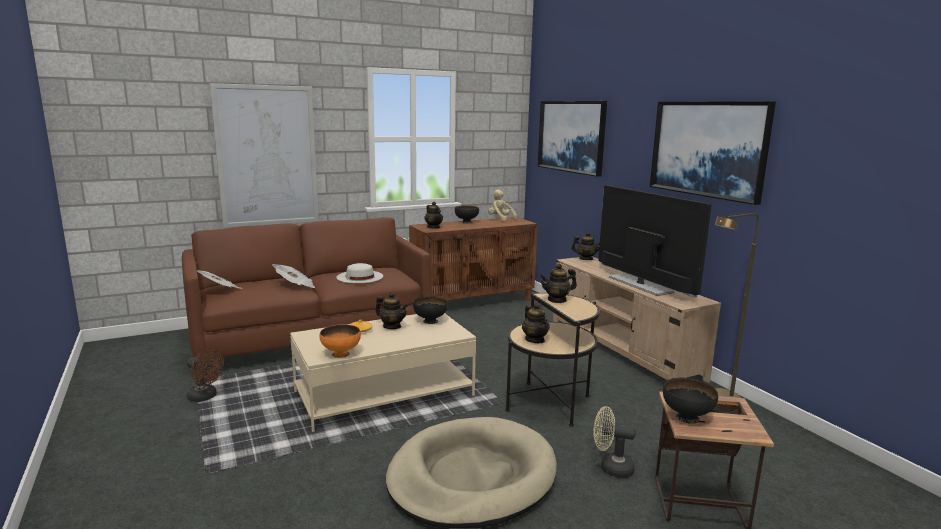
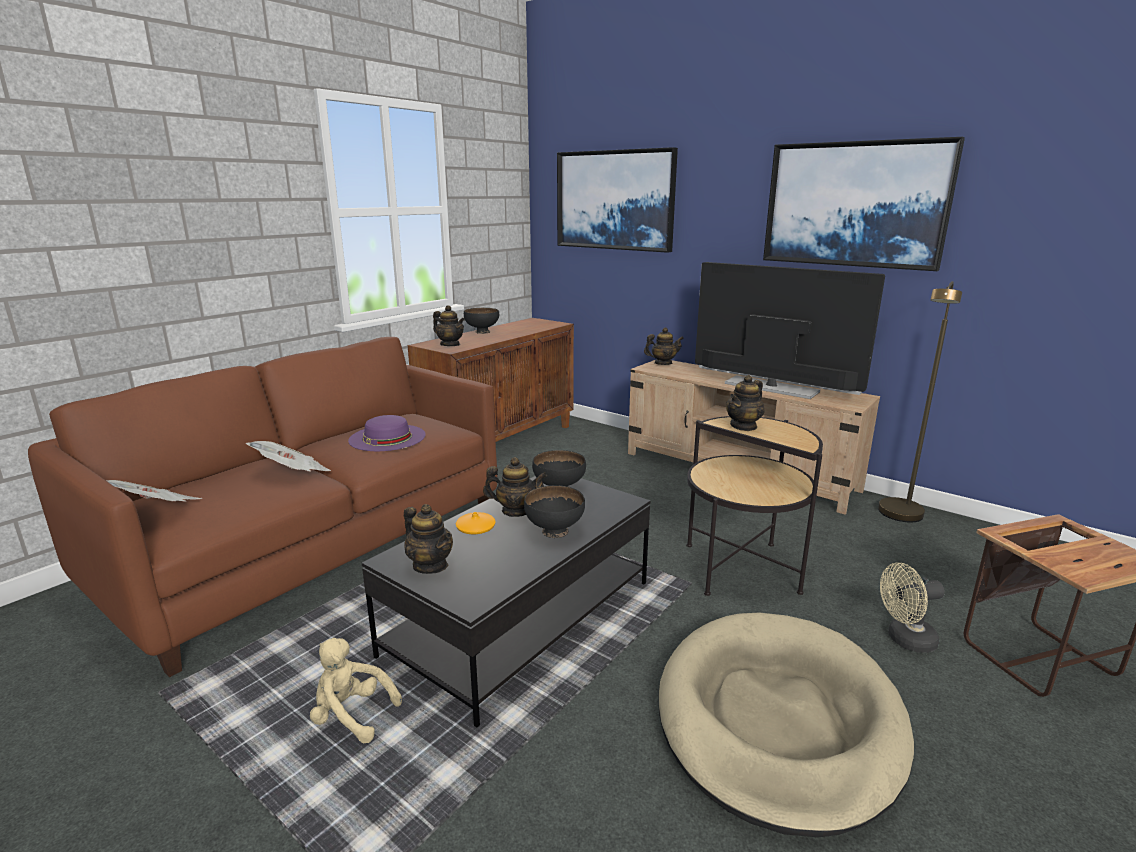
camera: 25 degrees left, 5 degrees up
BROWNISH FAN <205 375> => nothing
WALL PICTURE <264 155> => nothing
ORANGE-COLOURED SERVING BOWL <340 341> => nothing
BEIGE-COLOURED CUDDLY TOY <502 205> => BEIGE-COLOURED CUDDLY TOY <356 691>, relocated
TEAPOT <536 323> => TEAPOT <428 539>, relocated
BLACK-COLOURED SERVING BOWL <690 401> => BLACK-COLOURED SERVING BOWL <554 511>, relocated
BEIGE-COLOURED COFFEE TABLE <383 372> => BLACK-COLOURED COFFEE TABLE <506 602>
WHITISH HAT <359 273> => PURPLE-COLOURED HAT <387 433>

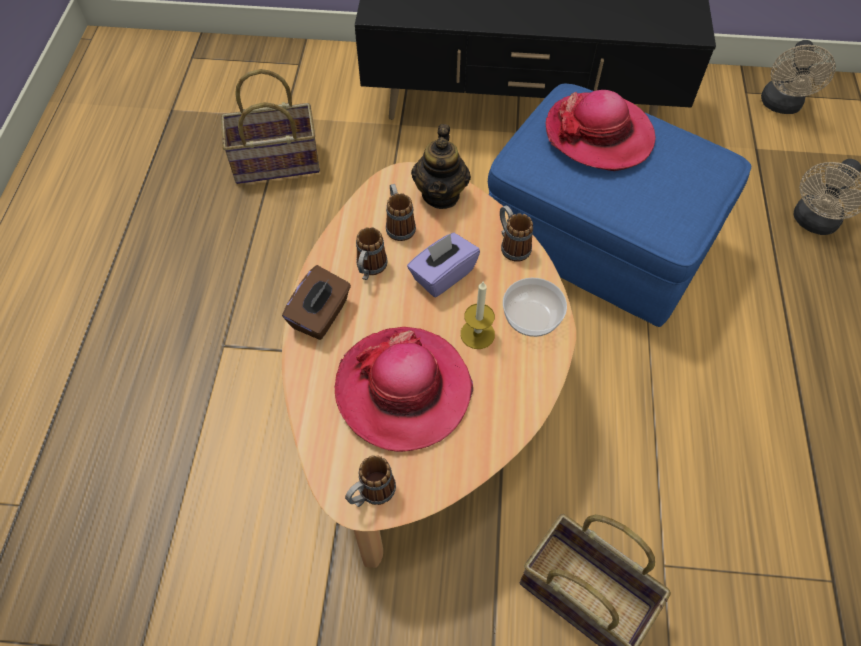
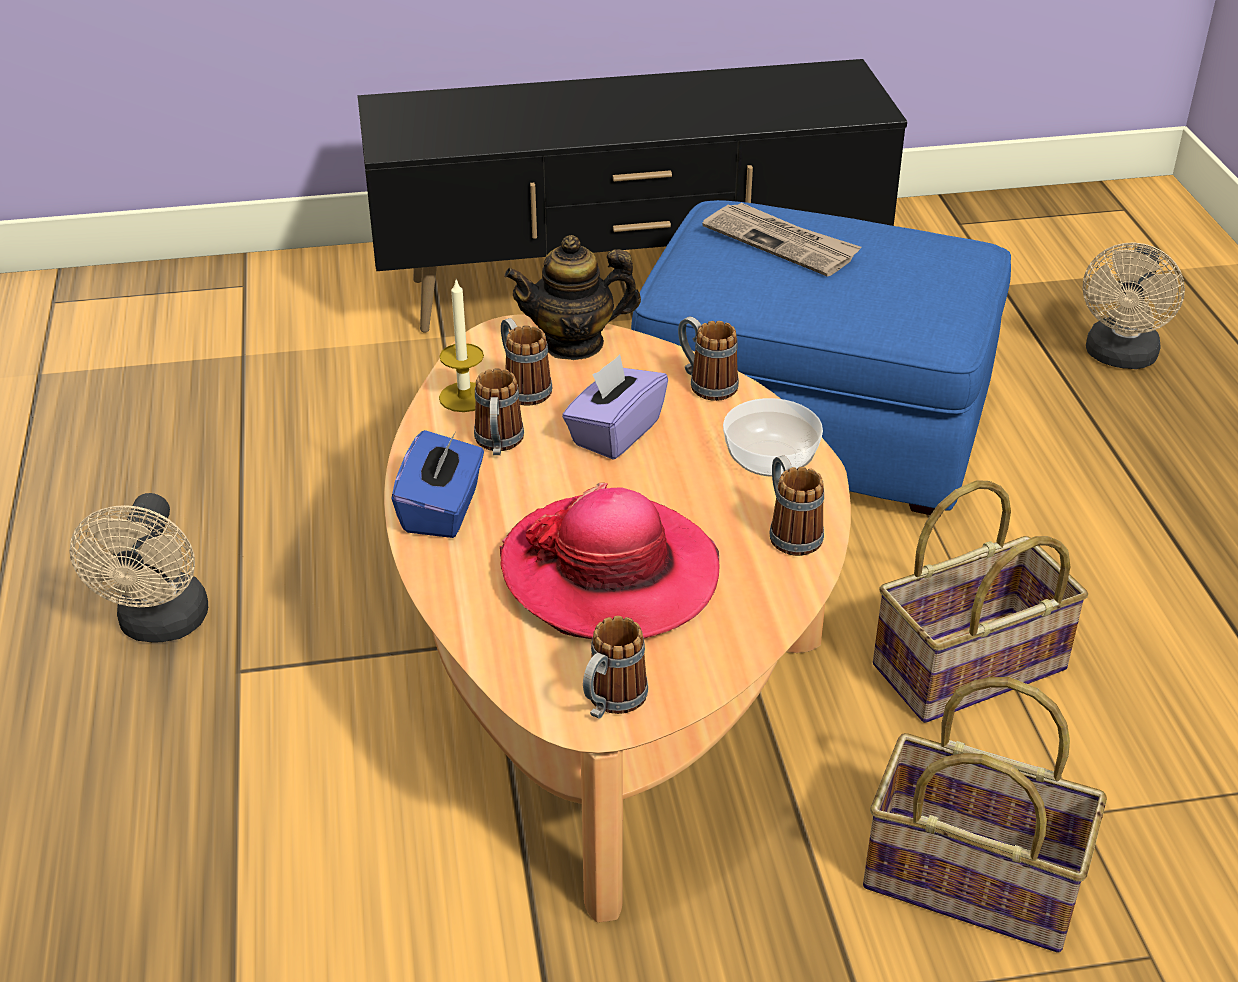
camera: 15 degrees left, 20 degrees down
nothing => TEA MUG <796 505>
HOUSEHOLD BASKET <270 126> => HOUSEHOLD BASKET <980 601>, relocated
WAX LIGHT <478 315> => WAX LIGHT <461 345>, relocated
BEIGE-COLOURED FAN <798 77> => BEIGE-COLOURED FAN <138 568>, relocated
HAT <601 130> => PRINTED PAPER <781 239>
BROWNISH BOX OF TISSUES <316 302> => BLUISH BOX OF TISSUES <437 484>
TEAPOT <441 166> => TEAPOT <572 297>, 90 degrees clockwise

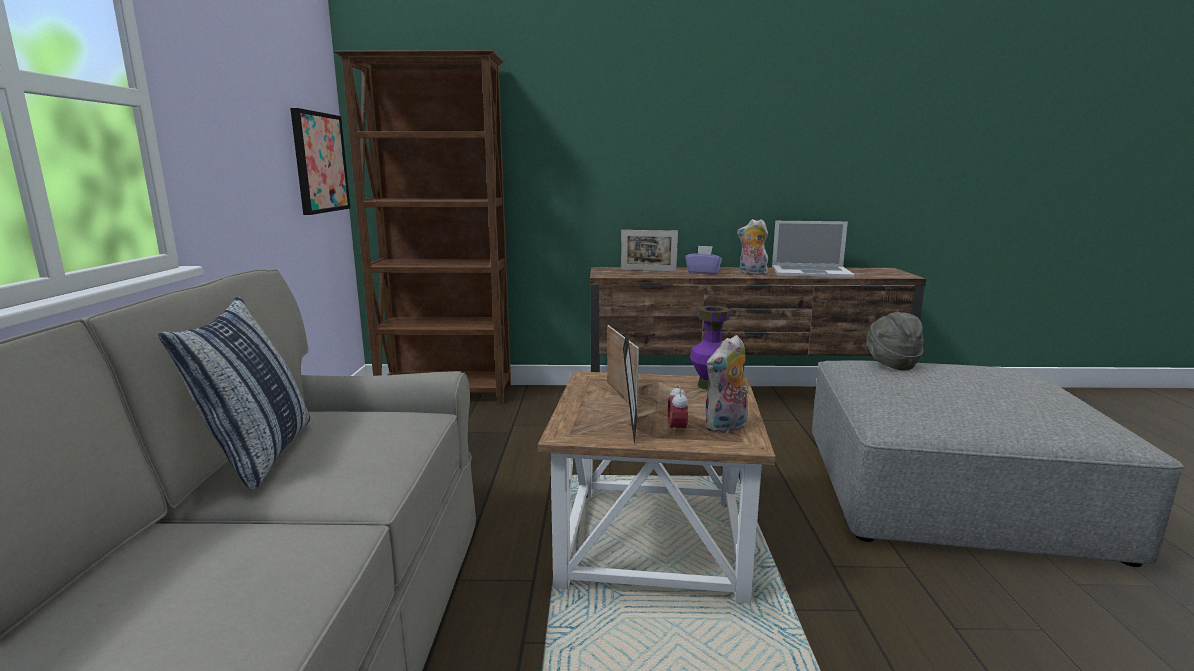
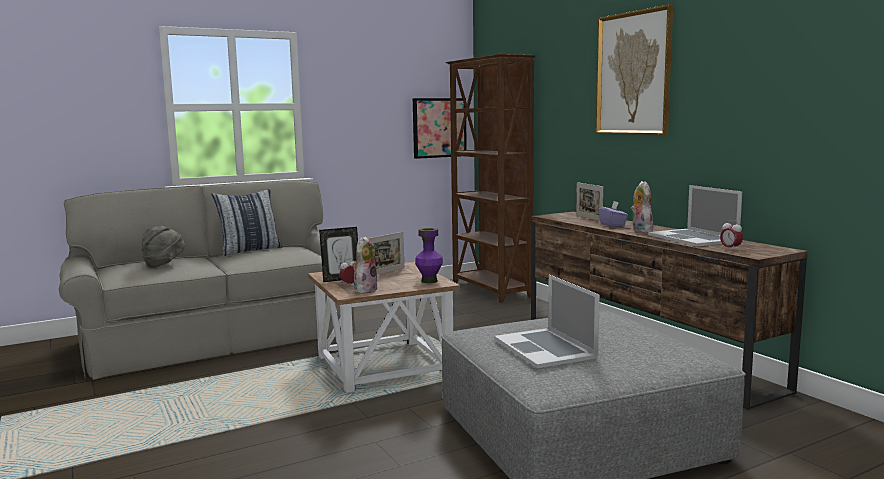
camera: 60 degrees right, 5 degrees down
nothing => NOTEBOOK COMPUTER <547 321>
nothing => WALL PICTURE <634 69>
nothing => ALARM CLOCK <731 235>
GRAY HAT <894 341> => GRAY HAT <163 247>, relocated
CUDDLY TOY <726 384> => CUDDLY TOY <365 265>, 90 degrees clockwise

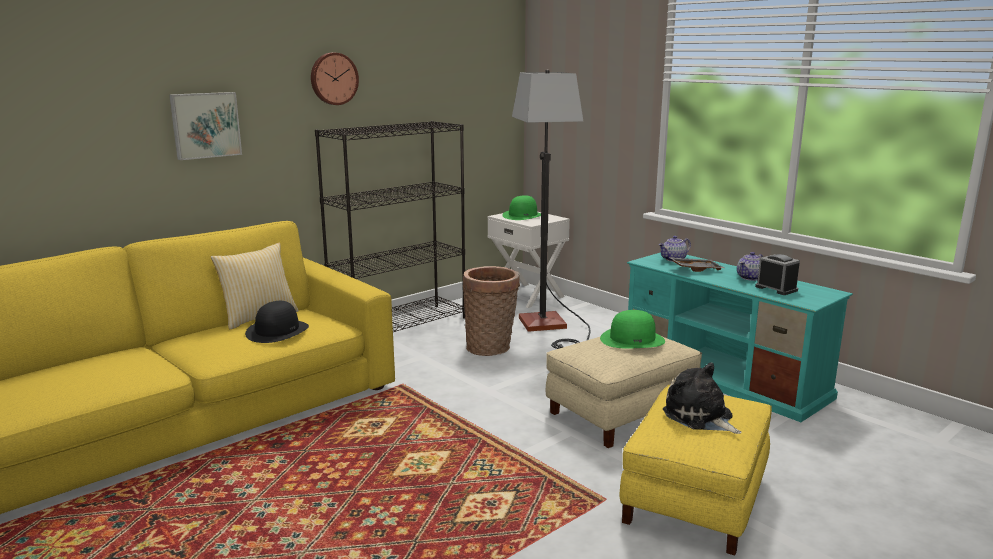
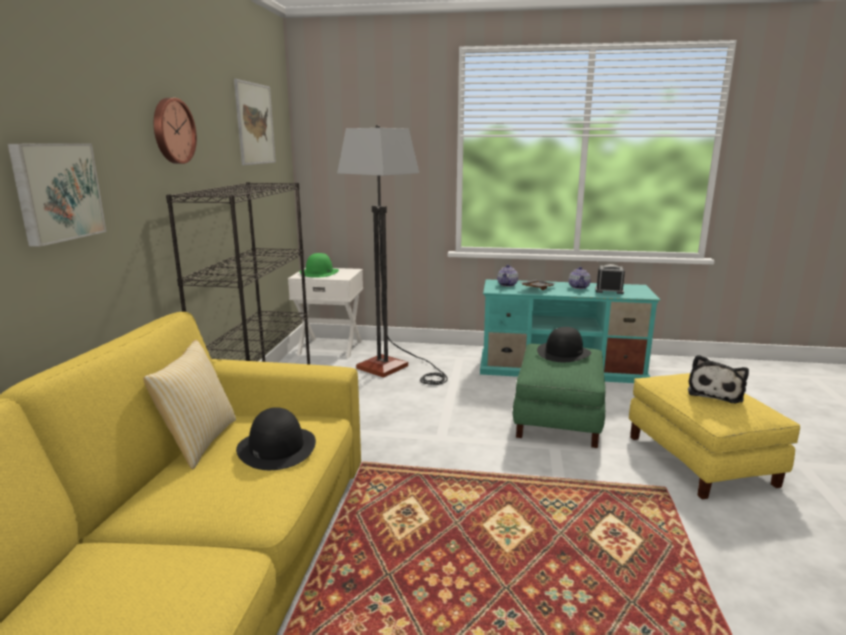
camera: 40 degrees left, 0 degrees up
HOUSEHOLD BASKET <491 311> => nothing
nothing => WALL PICTURE <255 122>
BEIGE-COLOURED POUFFE <624 392> => GREEN POUFFE <559 396>
GREEN HAT <632 329> => BLACK-COLOURED HAT <564 344>
CUDDLY TOY <702 398> => CUDDLY TOY <718 379>, 75 degrees counterclockwise

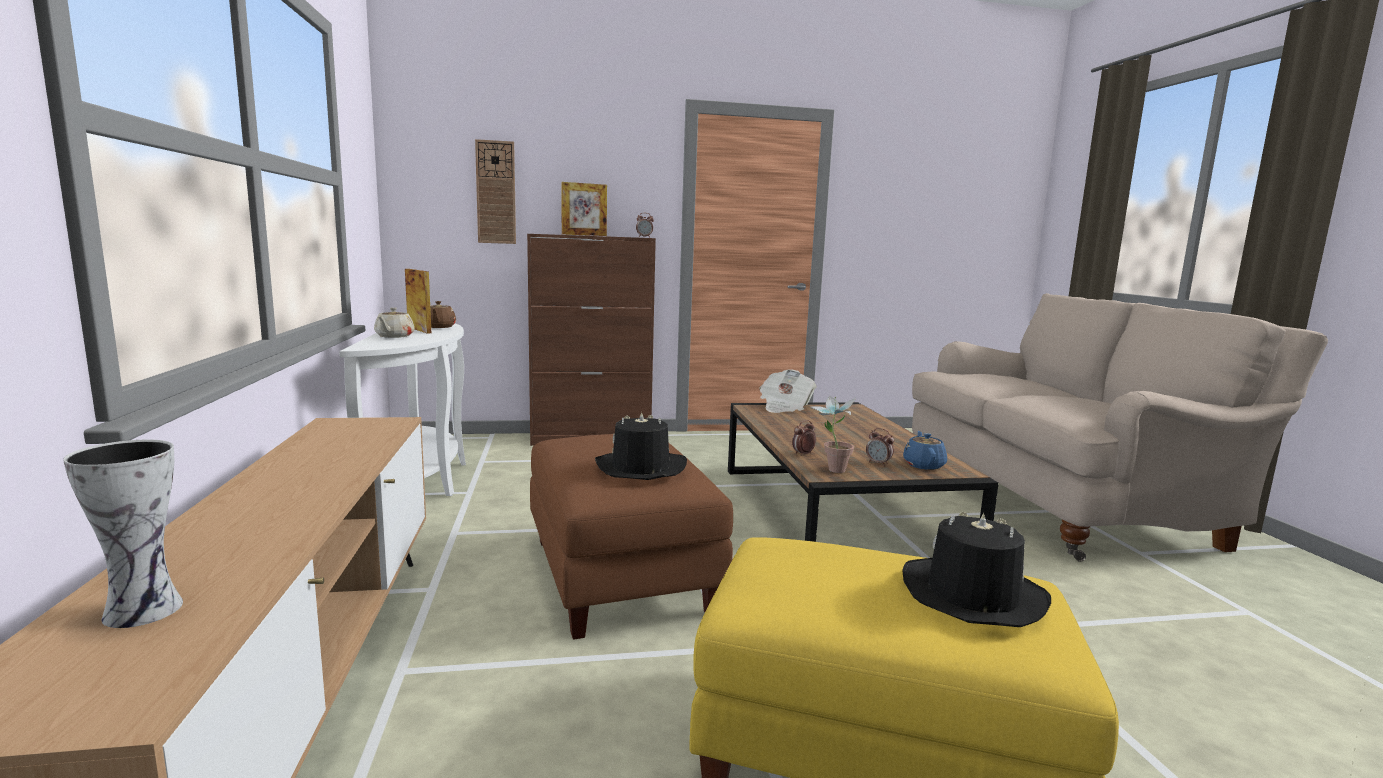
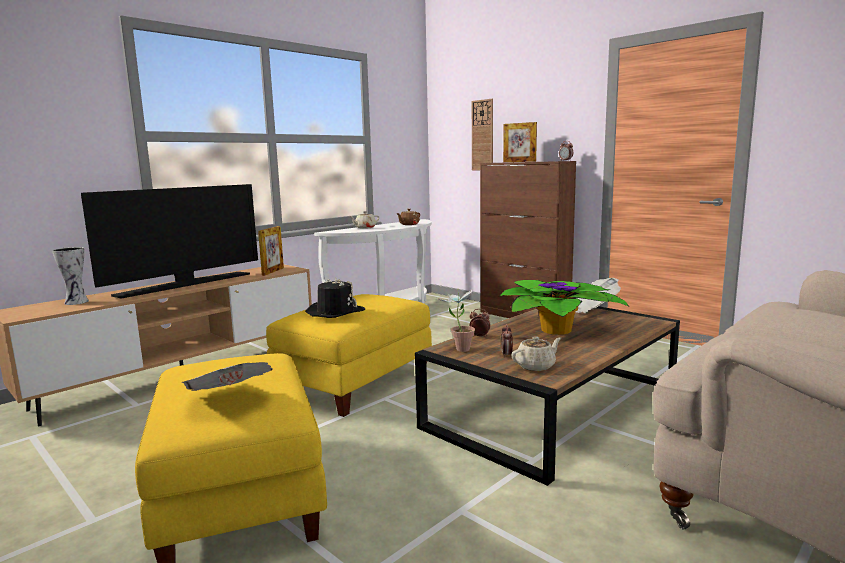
camera: 55 degrees right, 0 degrees up
nothing => TV <169 241>
nothing => PLANT IN A POT <564 307>
STANDING FRAME <418 301> => STANDING FRAME <271 251>, relocated
BLACK-COLOURED HAT <976 569> => PRINTED PAPER <227 376>
BROWNISH POUFFE <631 537> => YELLOW POUFFE <349 355>
BLUISH TEAPOT <925 450> => BEIGE-COLOURED TEAPOT <536 353>

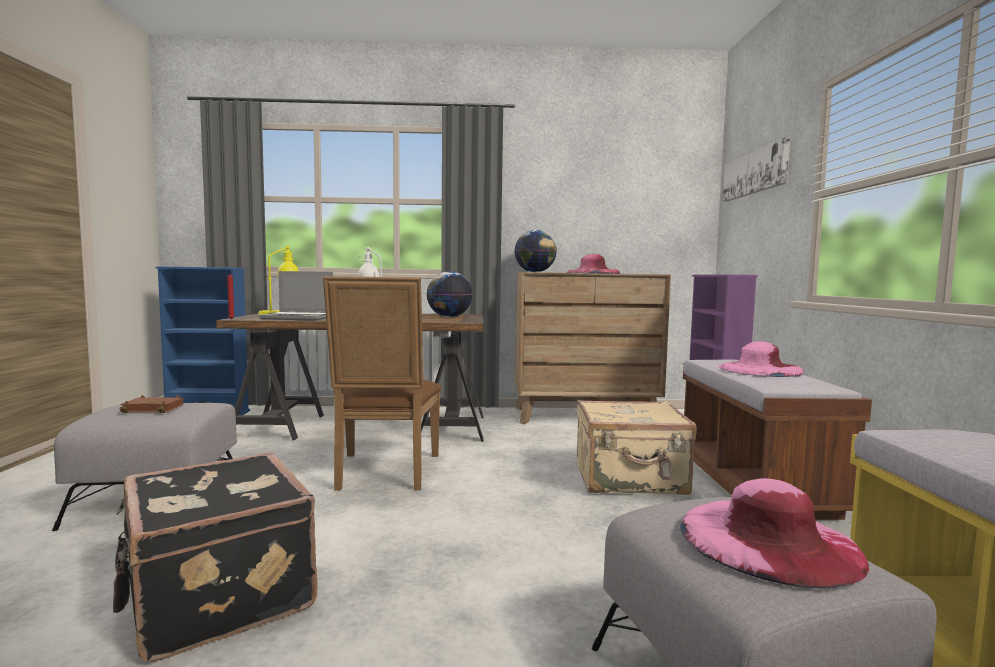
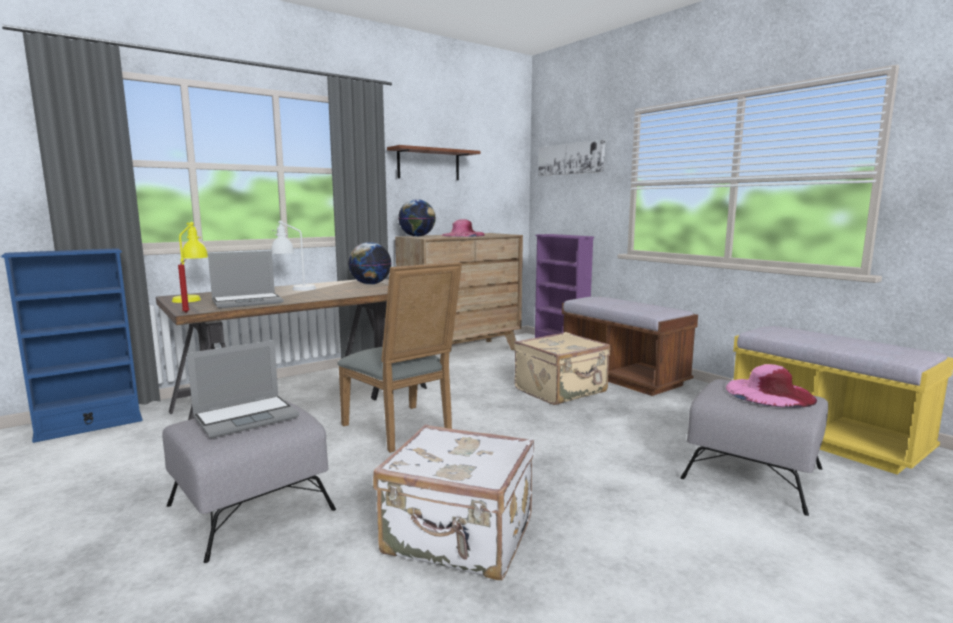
camera: 35 degrees left, 5 degrees up
PINKISH HAT <761 359> => nothing
nothing => BROWNISH WALL SHELF <434 162>
BROWNISH BOOK <151 404> => NOTEBOOK COMPUTER <243 389>
BLACK-COLOURED PIECE OF LUGGAGE <215 557> => WHITISH PIECE OF LUGGAGE <453 502>
BROWNISH PLAIN CHAIR <382 383> => GRAY PLAIN CHAIR <400 357>

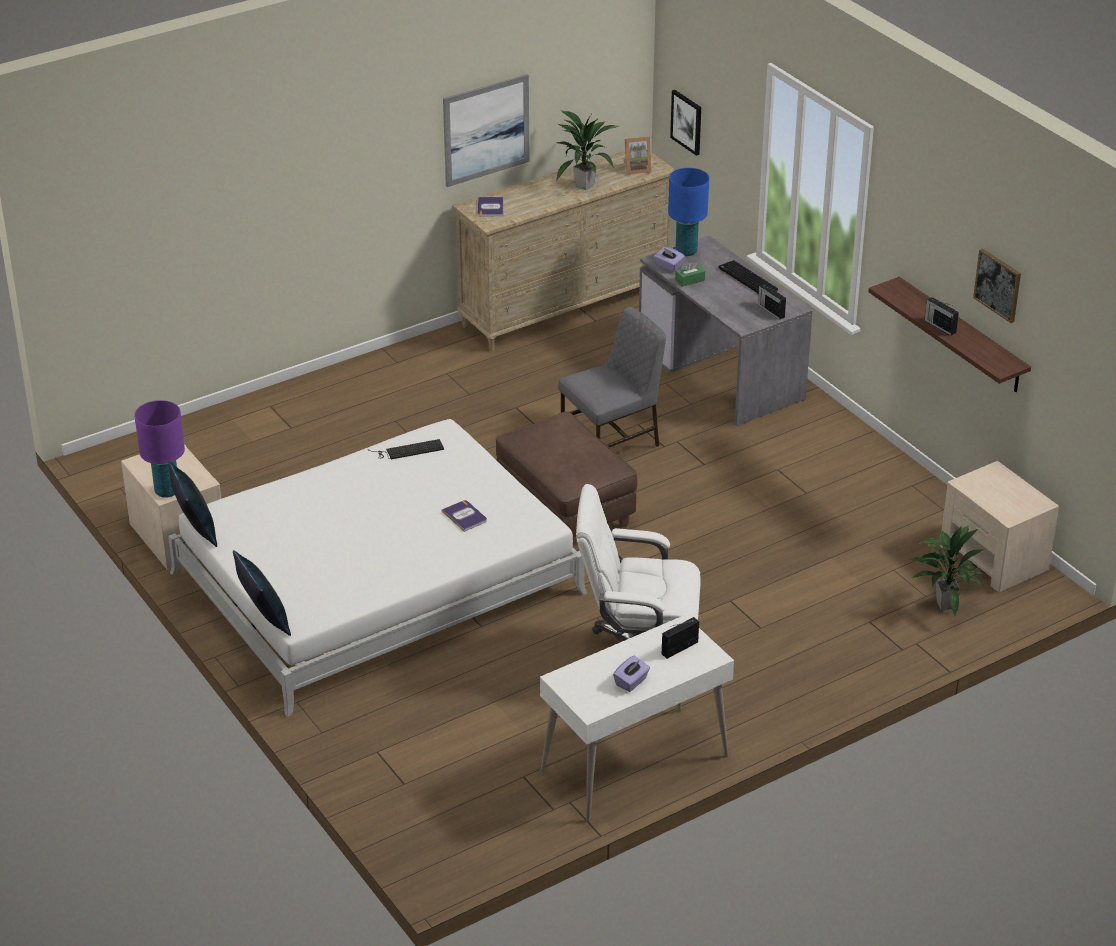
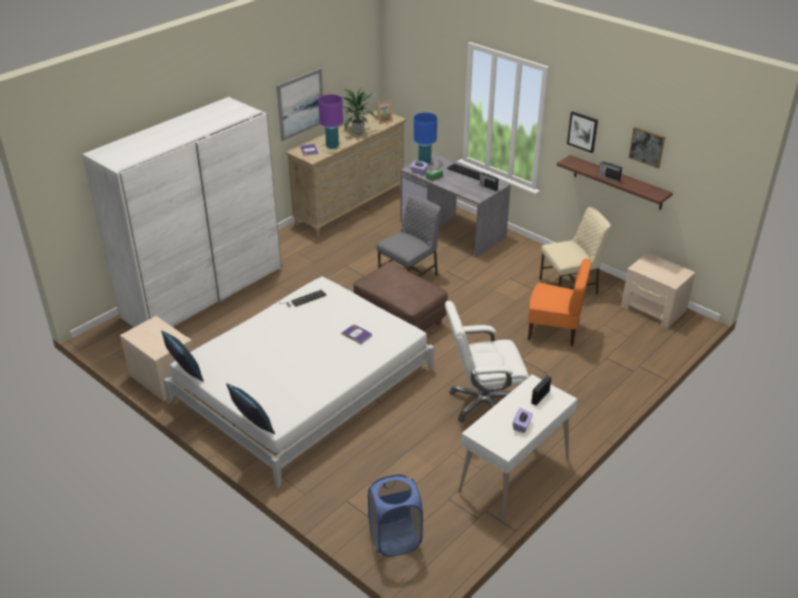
camera: 15 degrees left, 0 degrees up
PLANT IN A POT <946 570> => nothing
nothing => WHITISH ARMOIRE <181 212>
nothing => BLUISH LAUNDRY BASKET <395 515>
nothing => ORANGE-COLOURED PLAIN CHAIR <559 302>
nothing => BEIGE-COLOURED PLAIN CHAIR <575 250>
PURPLE-COLOURED LAMP FOR A TABLE <159 449> => PURPLE-COLOURED LAMP FOR A TABLE <330 121>, relocated
WALL PICTURE <685 123> => WALL PICTURE <582 132>, relocated

